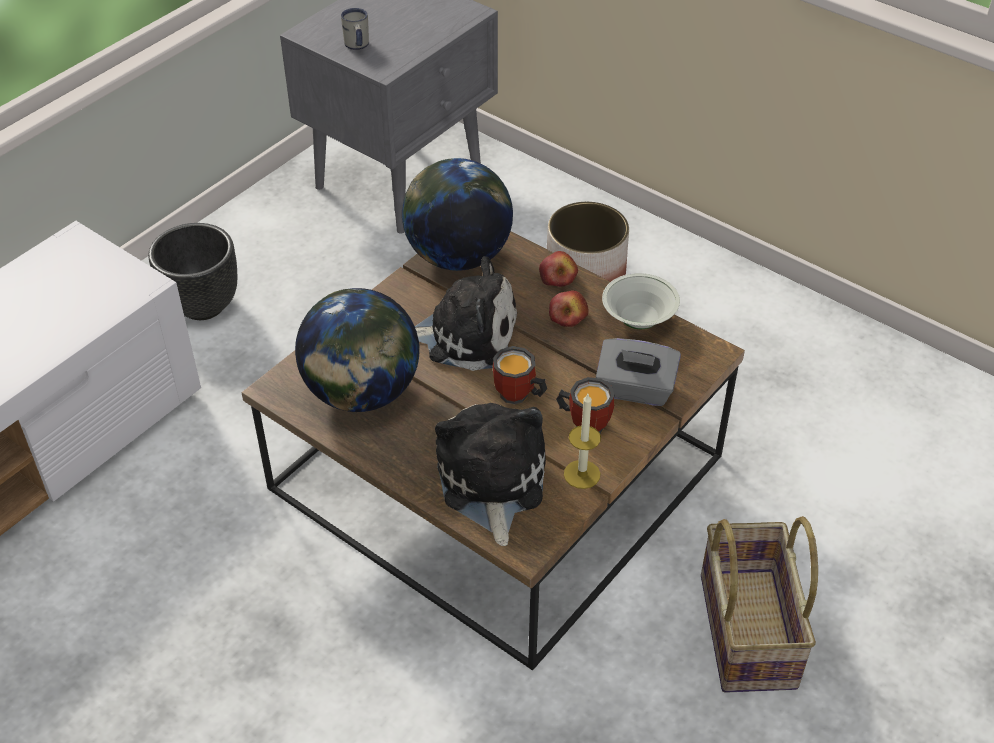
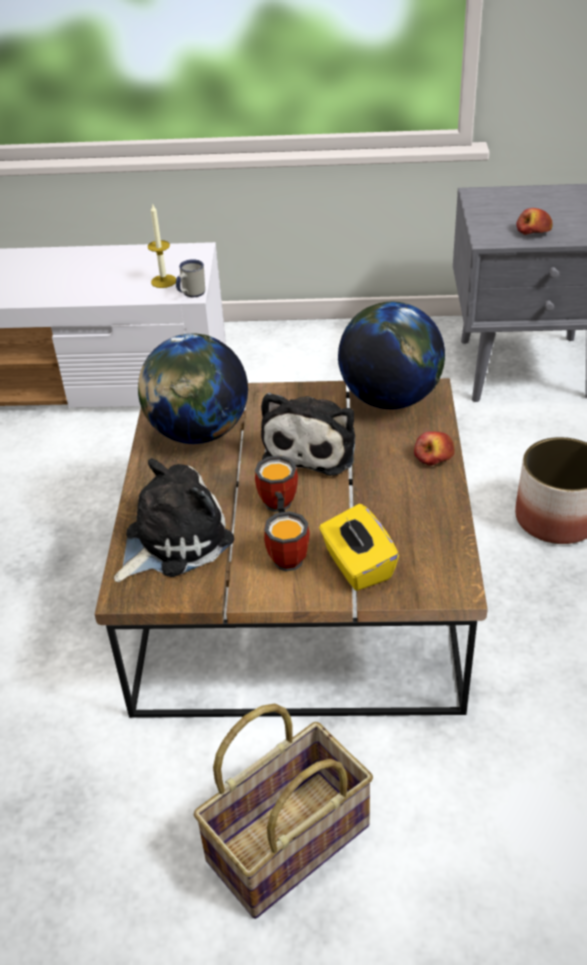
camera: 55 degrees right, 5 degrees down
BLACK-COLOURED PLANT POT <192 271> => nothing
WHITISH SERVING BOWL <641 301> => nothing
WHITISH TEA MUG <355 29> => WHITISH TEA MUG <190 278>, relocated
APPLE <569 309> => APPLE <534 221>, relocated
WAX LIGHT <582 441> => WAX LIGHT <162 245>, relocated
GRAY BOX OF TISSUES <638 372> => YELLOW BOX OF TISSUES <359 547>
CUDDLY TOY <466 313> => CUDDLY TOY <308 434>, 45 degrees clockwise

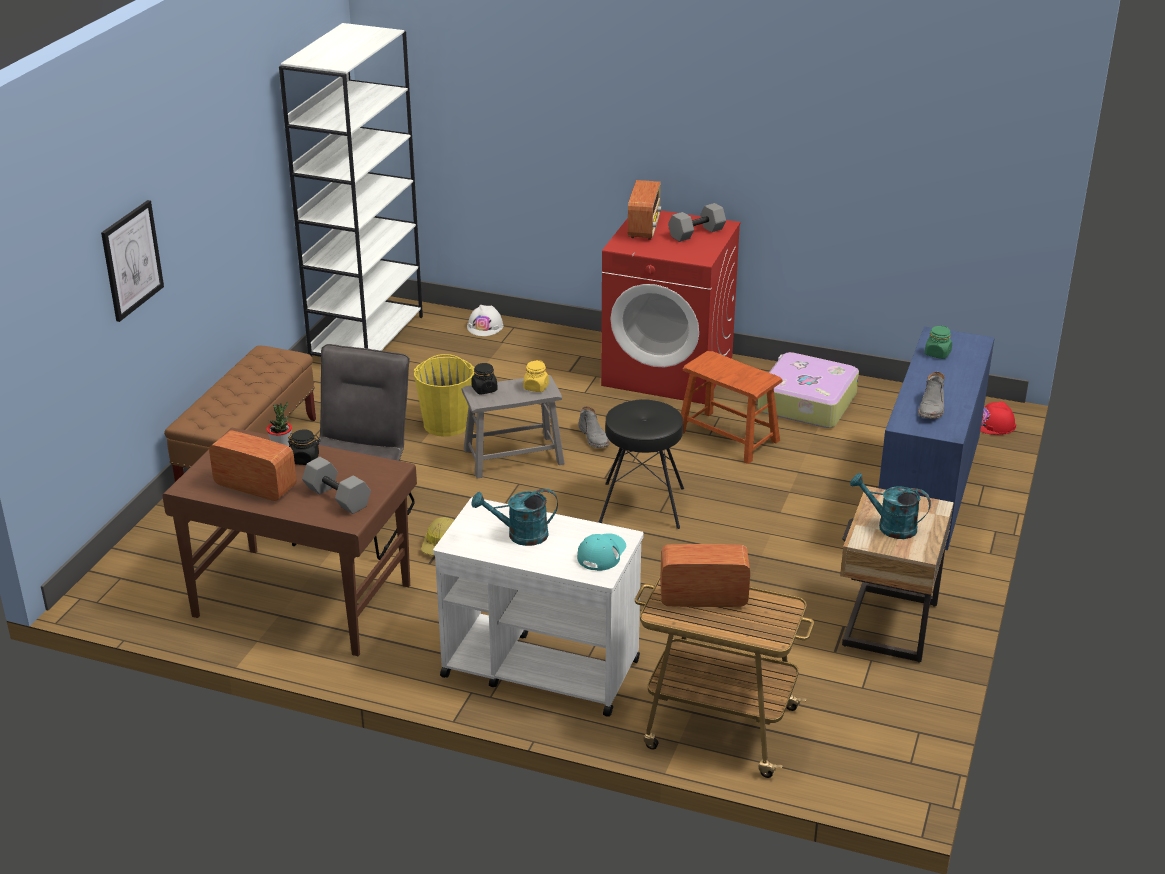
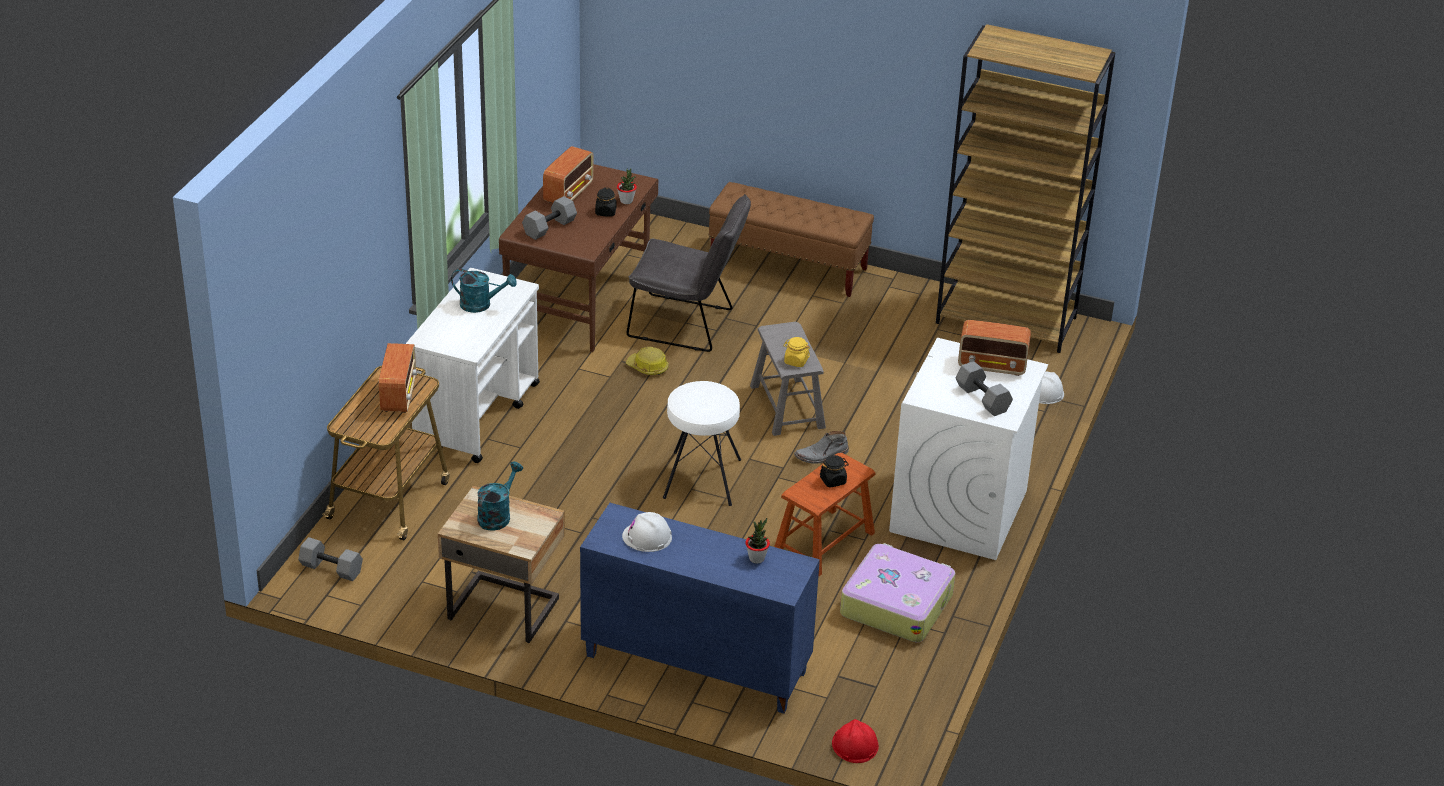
camera: 90 degrees right, 5 degrees up
WALL PICTURE <132 261> => nothing
YELLOW BUCKET <444 395> => nothing
TURQUOISE BASEBALL CAP <601 552> => nothing
nothing => GRAY HAND WEIGHT <330 559>
BLACK-COLOURED JAR <484 379> => BLACK-COLOURED JAR <834 471>, relocated
GRAY HIGH-TOP BOOT <931 395> => WHITISH HARD HAT <647 532>
GREEN JAR <938 342> => PLANT IN A POT <757 540>
WHITISH SHELVING UNIT <351 190> => BROWNISH SHELVING UNIT <1025 188>
BLACK-COLOURED STOOL SEAT <641 464> => WHITISH STOOL SEAT <702 443>
RED-COLOURED WASHING MACHINE <671 307> => WHITISH WASHING MACHINE <968 449>
TURQUOISE WATERING CAN <514 517> => TURQUOISE WATERING CAN <484 291>, 105 degrees clockwise

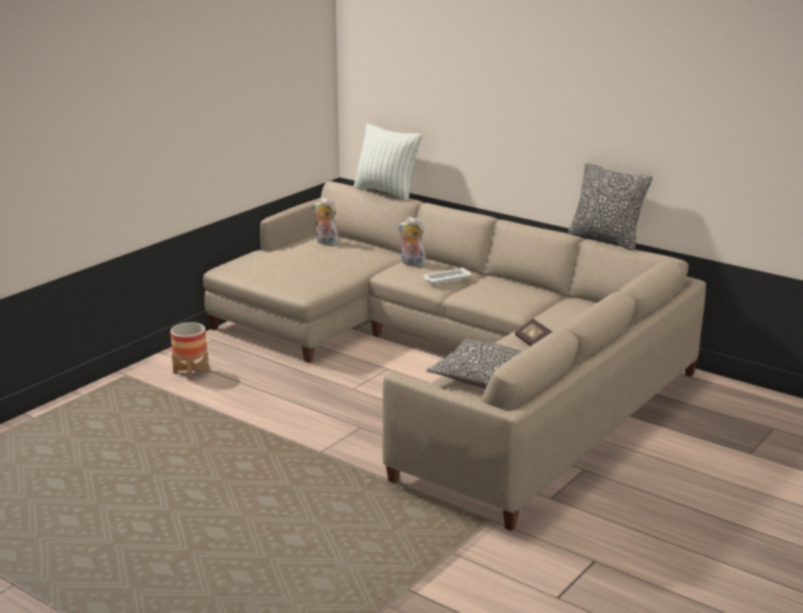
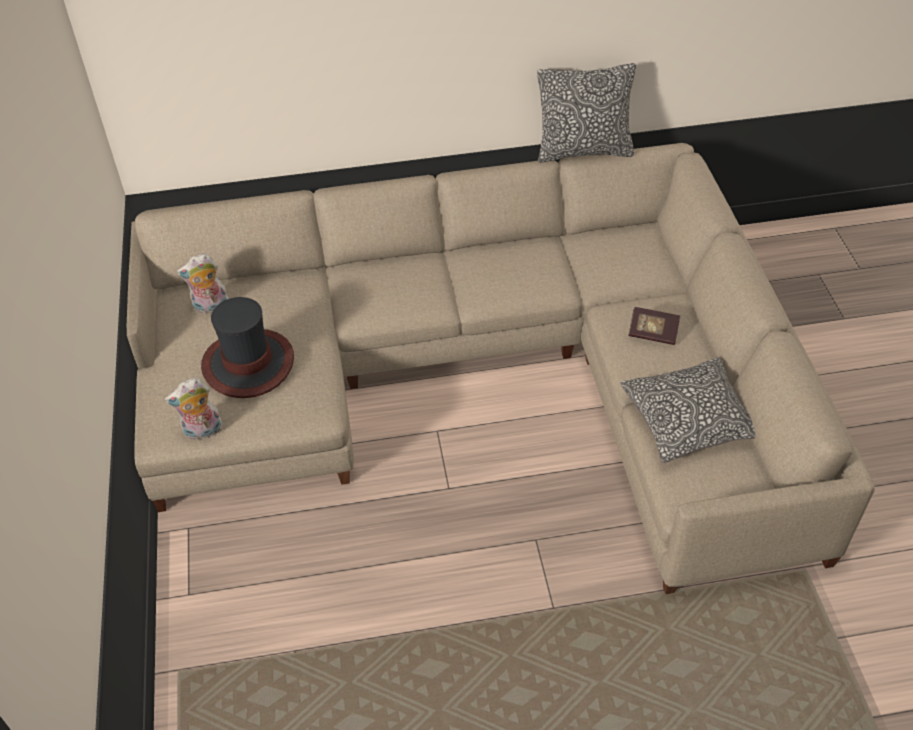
camera: 45 degrees left, 25 degrees up
PLANT POT <189 351> => nothing
THROW PILLOW <387 162> => nothing
WHITISH TRAY <447 276> => nothing
nothing => HAT <247 347>
CUDDLY TOY <412 242> => CUDDLY TOY <193 409>, relocated

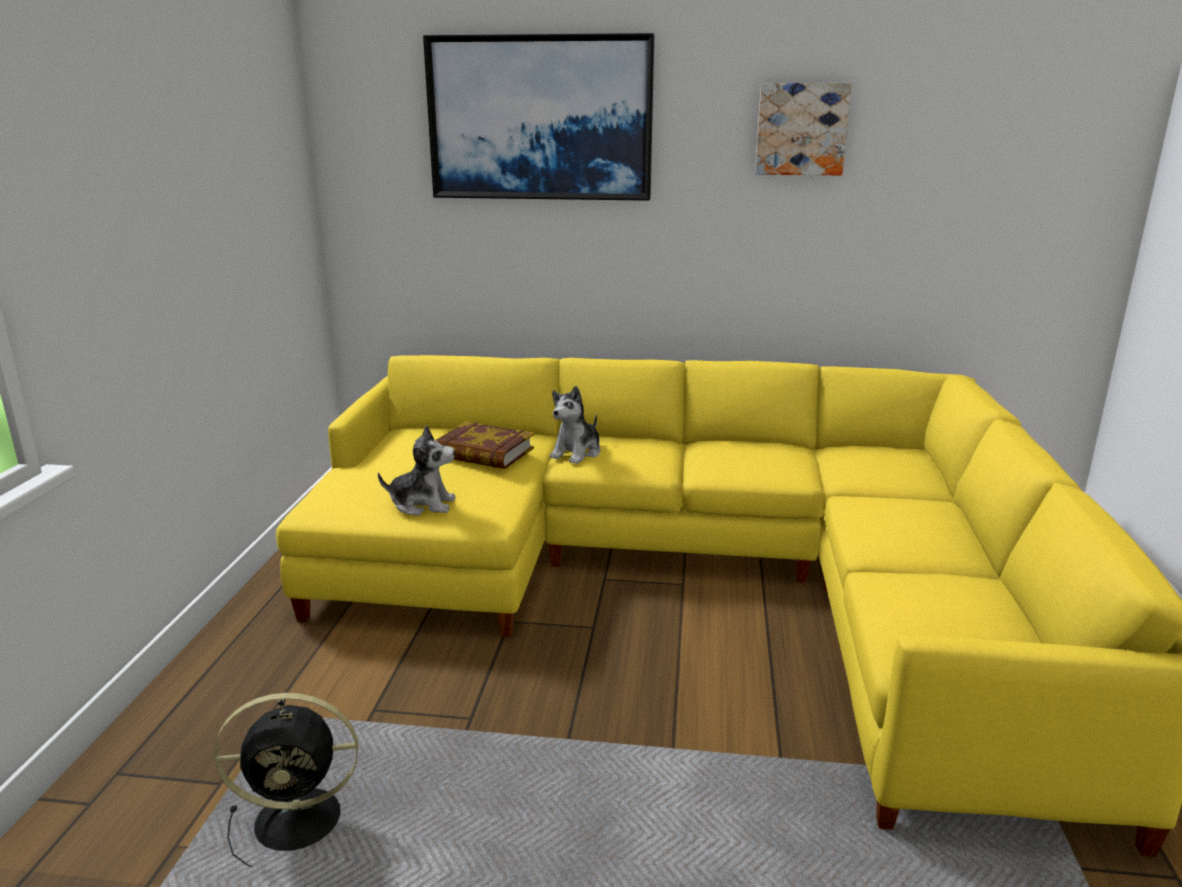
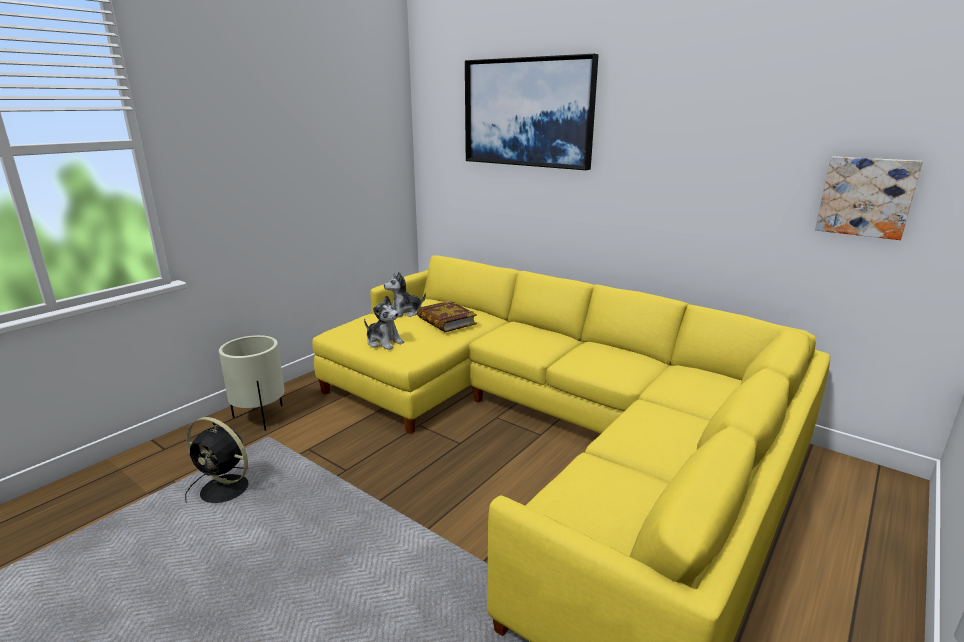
camera: 30 degrees right, 0 degrees up
nothing => BEIGE-COLOURED PLANT POT <252 383>
CUDDLY TOY <575 425> => CUDDLY TOY <405 294>, relocated
WALL PICTURE <803 129> => WALL PICTURE <869 198>, relocated

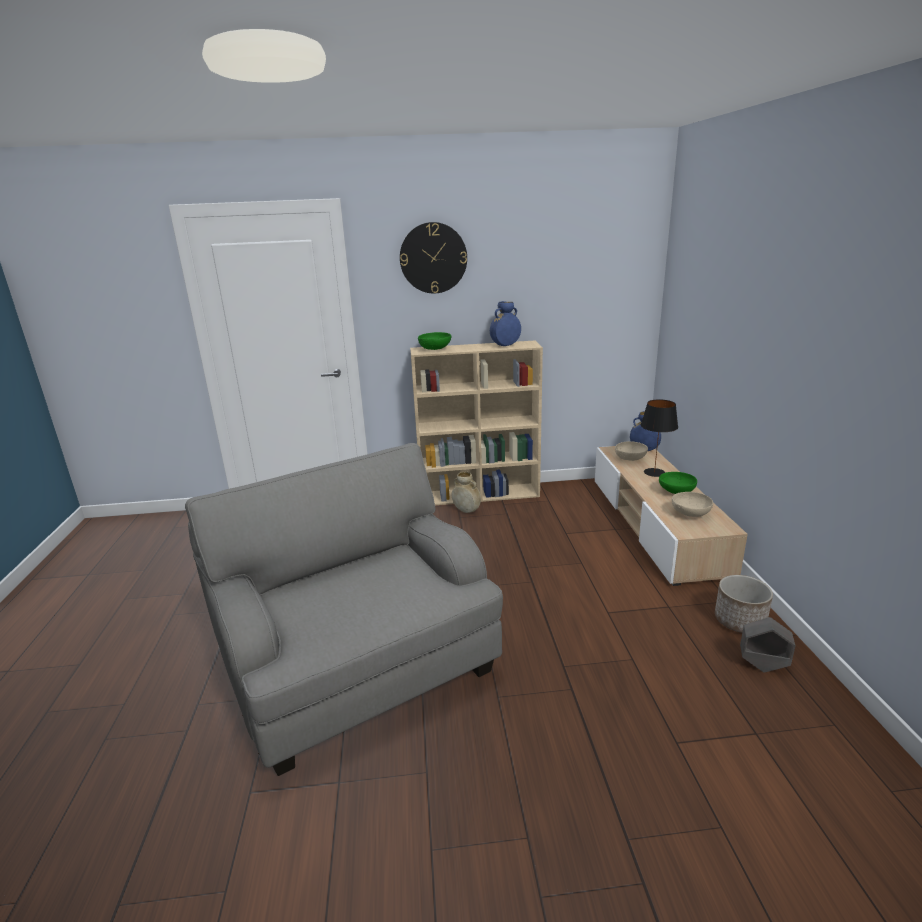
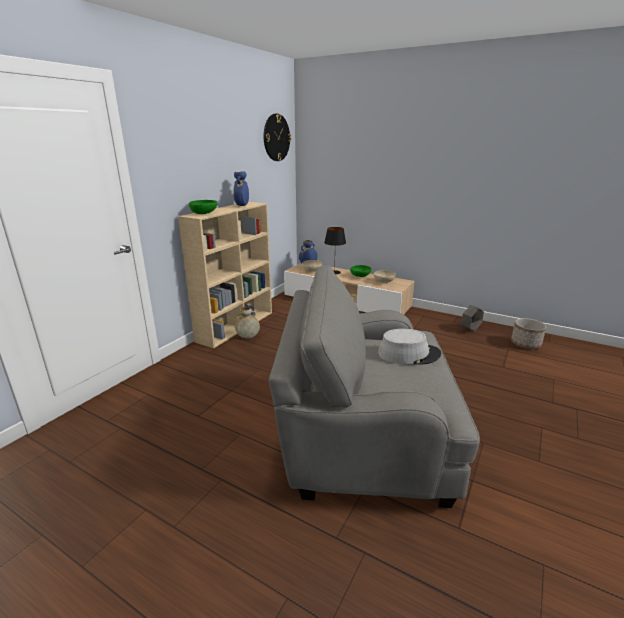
camera: 55 degrees left, 0 degrees up
nothing => GRAY HAT <409 346>
WALL CLOCK <433 258> => WALL CLOCK <277 137>, relocated
PLANT POT <744 604> => PLANT POT <528 333>, relocated

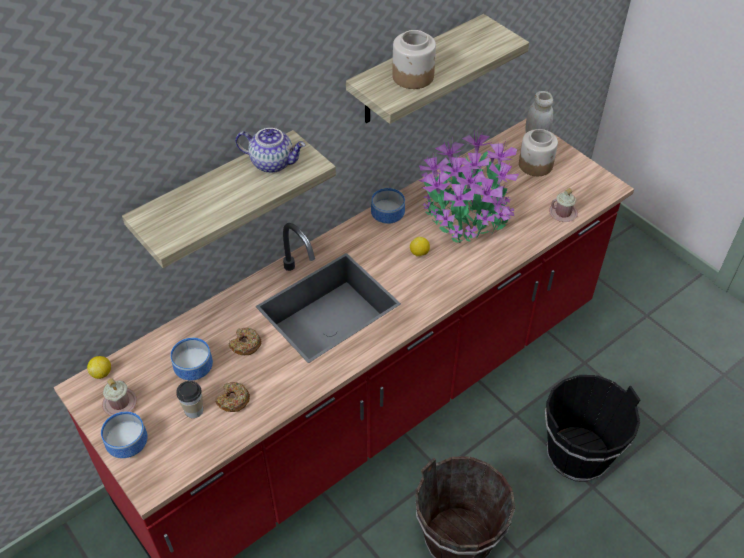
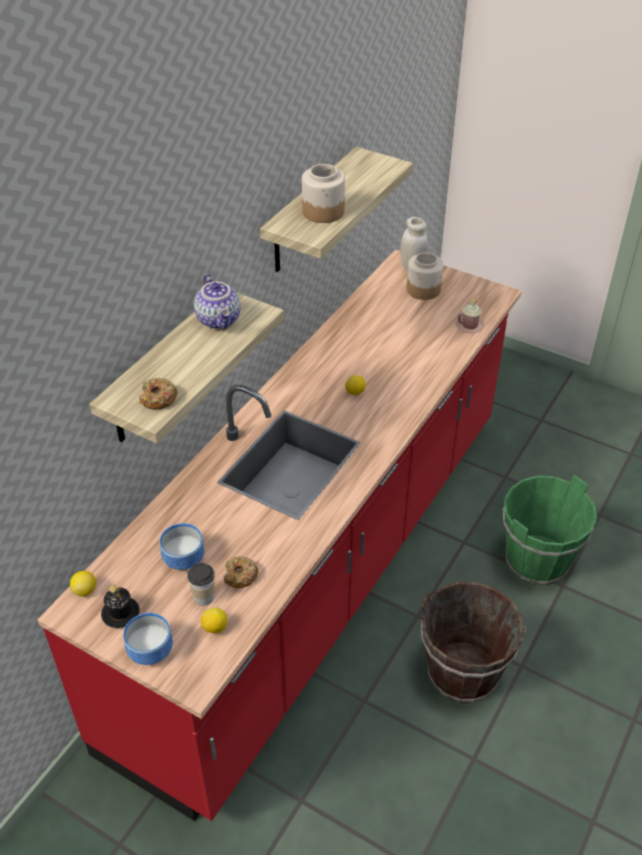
camera: 20 degrees left, 5 degrees down
SERVING BOWL <388 206> => nothing
PLANT IN A POT <468 186> => nothing
nothing => WHOLE LEMON <214 620>
DONUT <245 341> => DONUT <158 394>, relocated
PINKISH TEA MUG <119 397> => BLACK-COLOURED TEA MUG <120 606>
BLACK-COLOURED BUCKET <592 428> => GREEN BUCKET <550 530>
TEAPOT <270 150> => TEAPOT <217 302>, 75 degrees clockwise

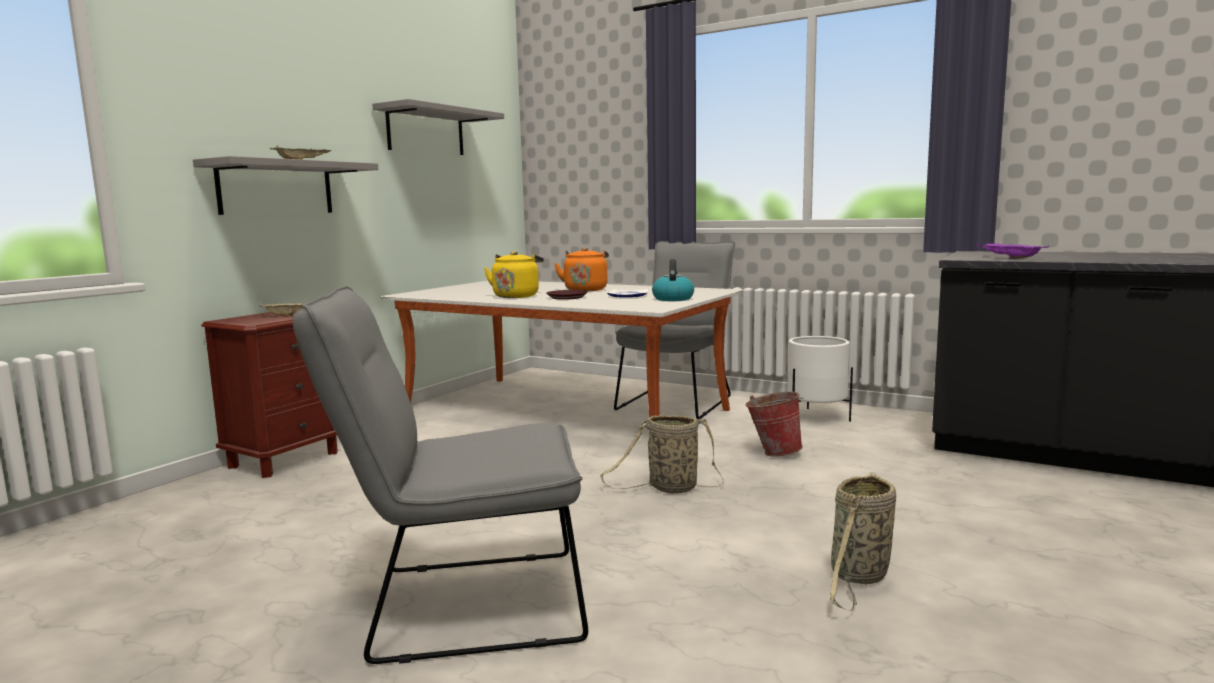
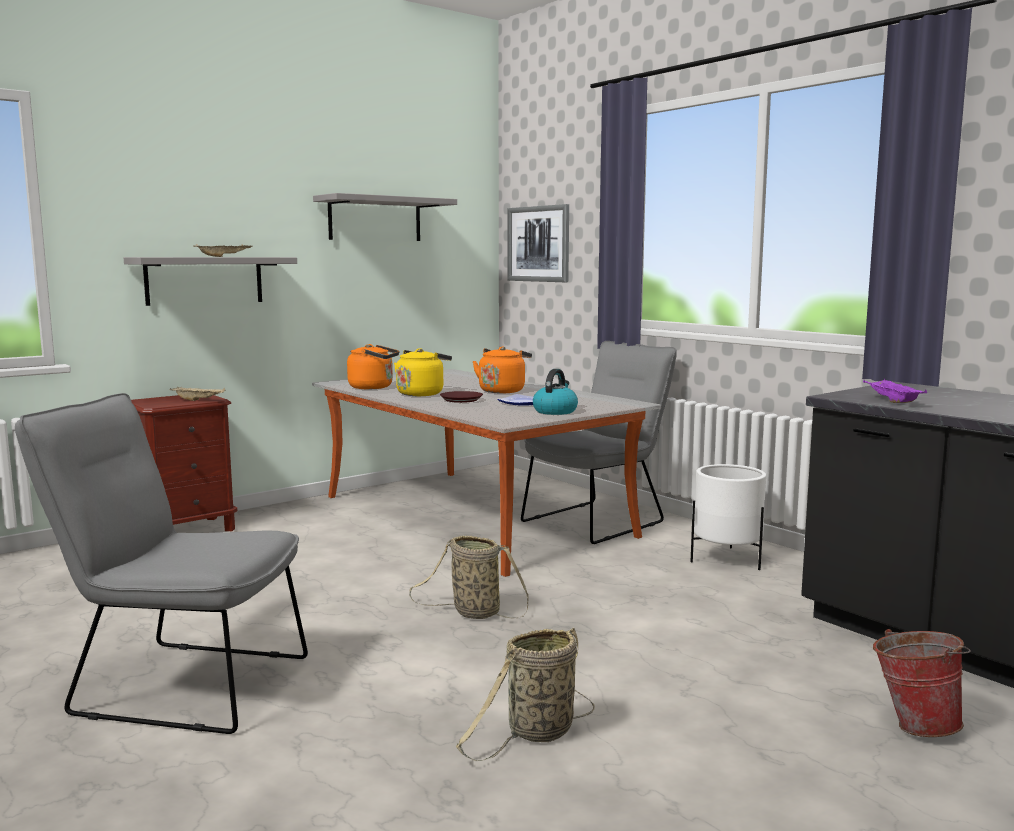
camera: 20 degrees right, 0 degrees up
nothing => ORANGE-COLOURED WATER KETTLE <373 366>
nothing => WALL PICTURE <538 243>
BUCKET <774 424> => BUCKET <922 683>, relocated

